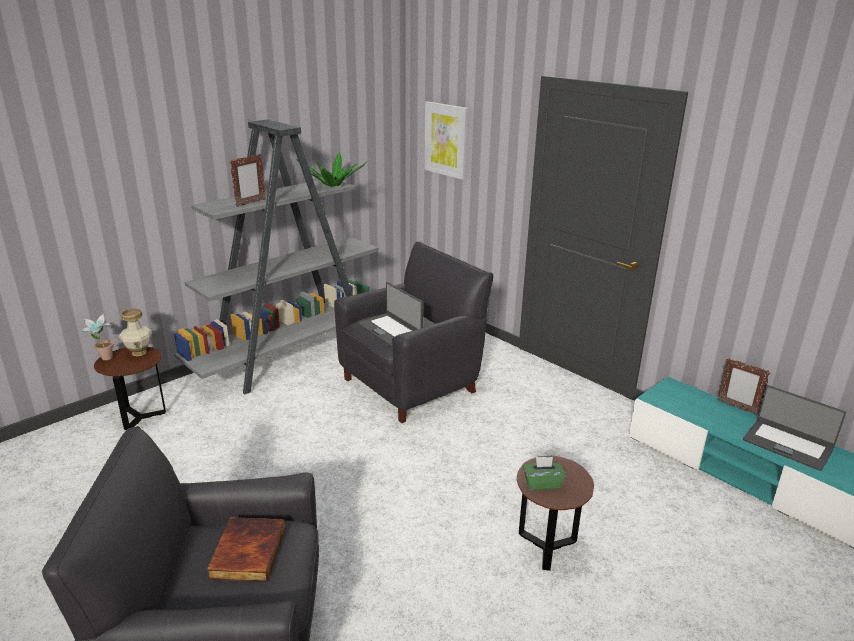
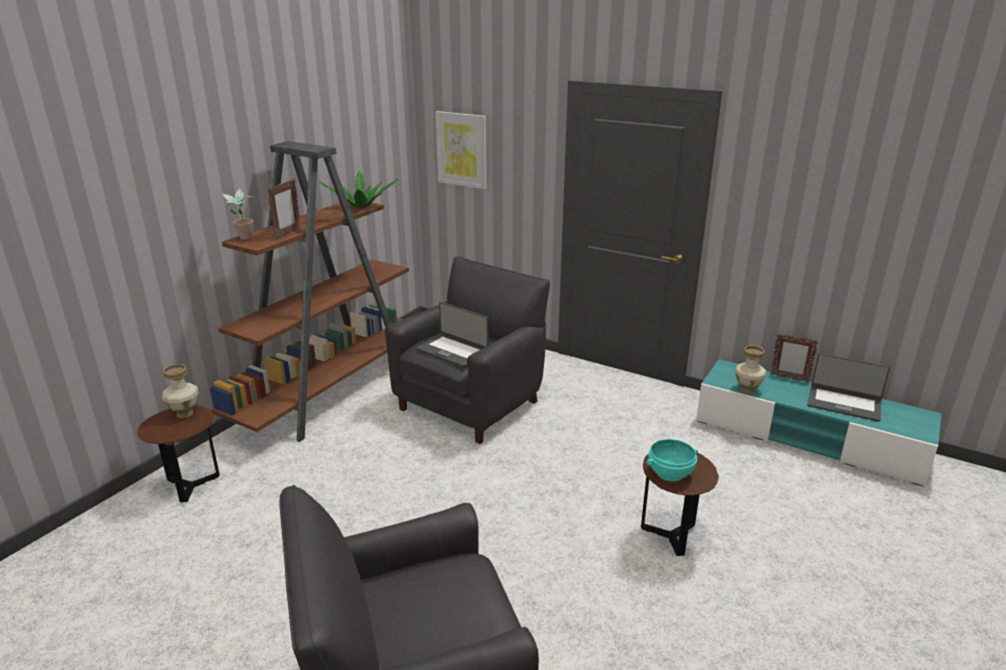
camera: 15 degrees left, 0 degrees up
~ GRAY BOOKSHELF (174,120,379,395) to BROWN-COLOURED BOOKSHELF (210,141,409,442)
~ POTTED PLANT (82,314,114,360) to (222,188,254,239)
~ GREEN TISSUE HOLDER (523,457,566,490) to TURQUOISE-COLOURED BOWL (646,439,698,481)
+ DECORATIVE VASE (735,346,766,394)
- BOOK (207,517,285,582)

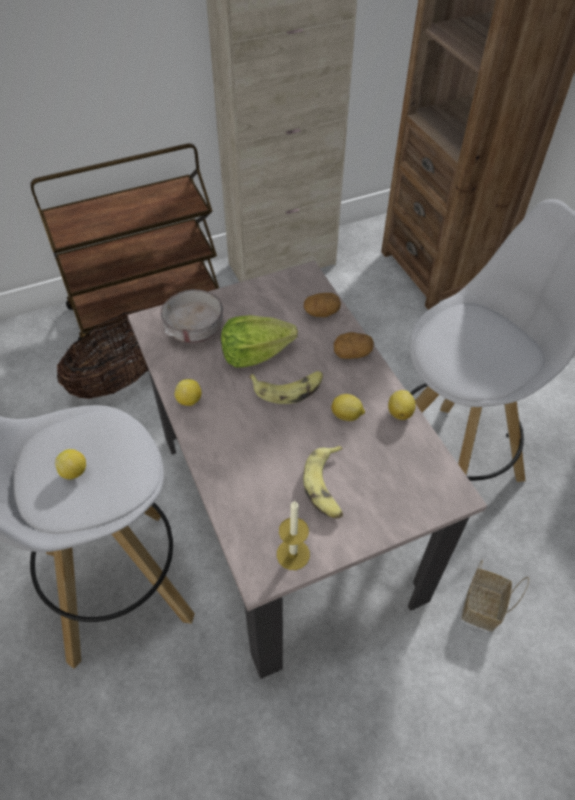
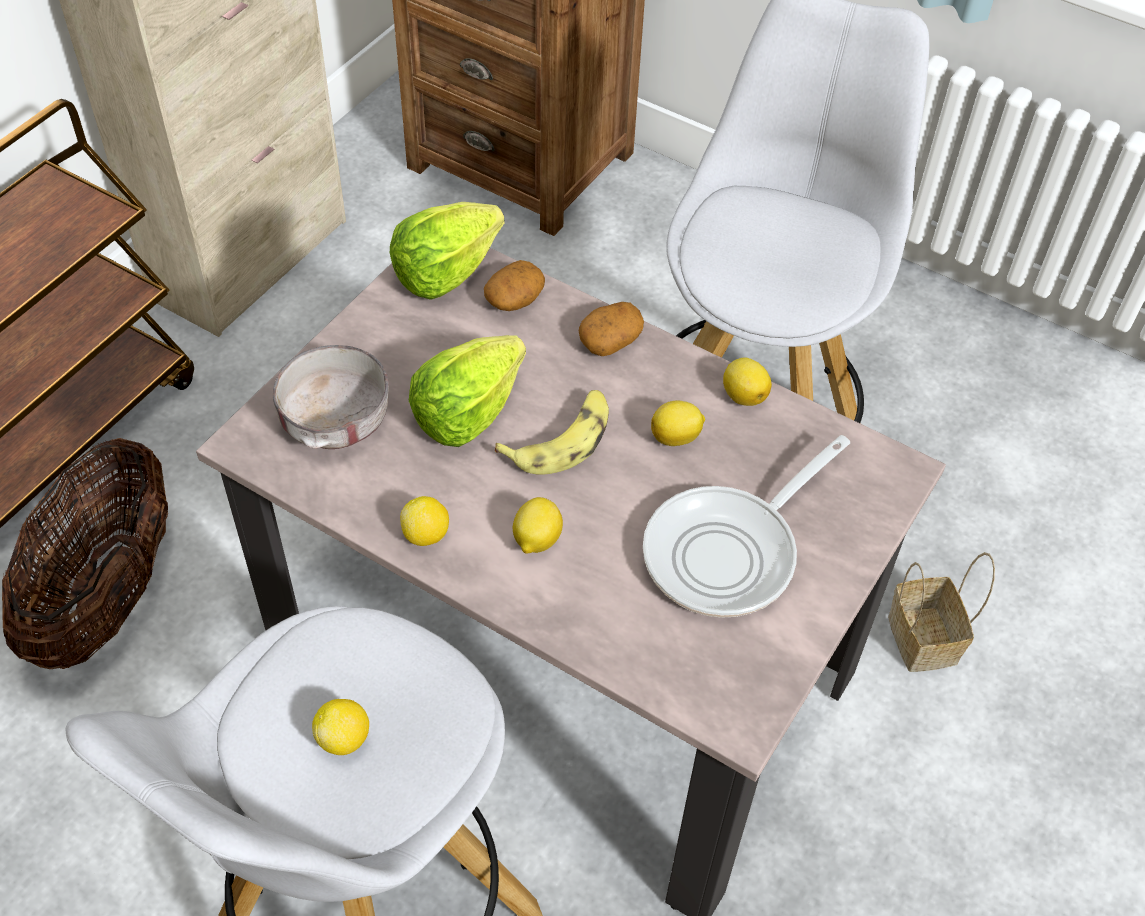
camera: 35 degrees left, 0 degrees up
+ LETTUCE (390,202,504,300)
+ LEMON (513,497,563,554)
~ BANANA (303,446,343,518) to PAN (643,435,850,618)
- CANDLE (277,500,310,570)

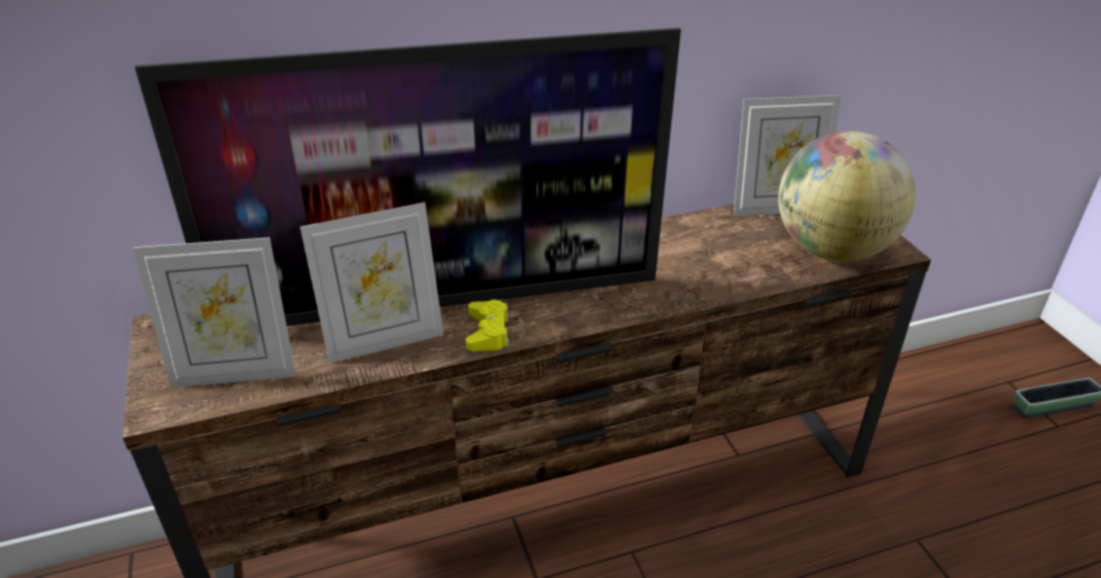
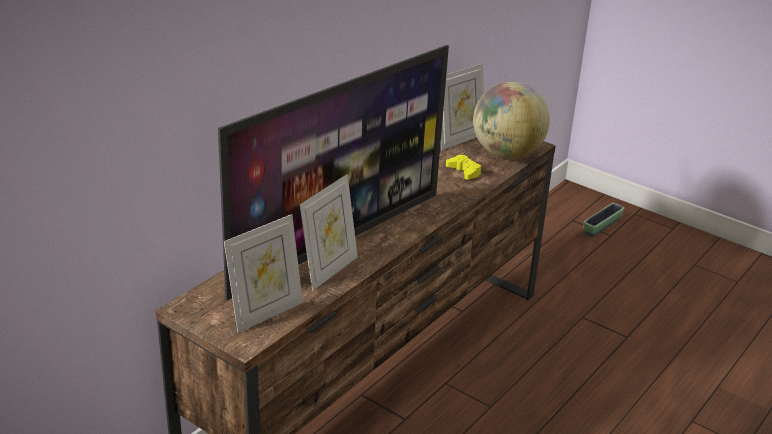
camera: 35 degrees left, 5 degrees down
~ YELLOW GAME CONTROLLER (466,300,509,351) to (446,155,481,180)

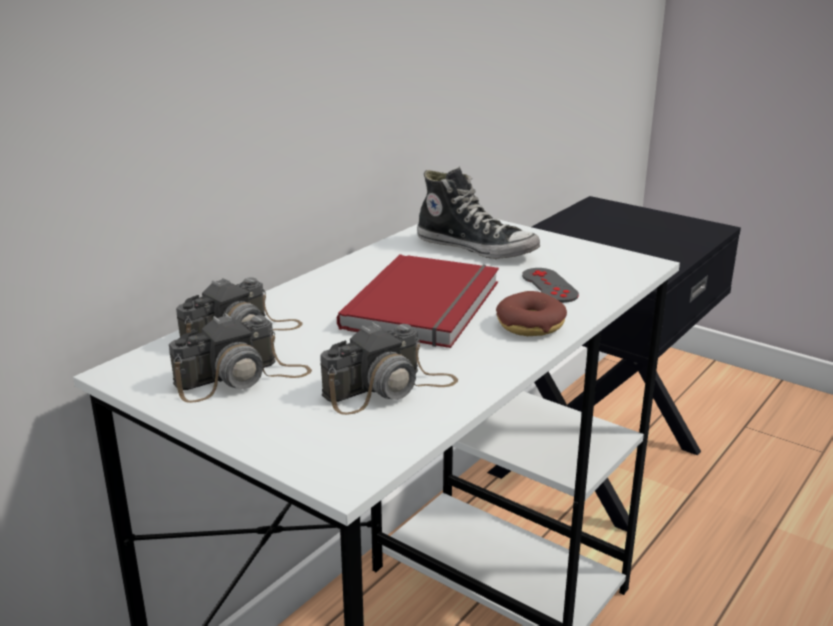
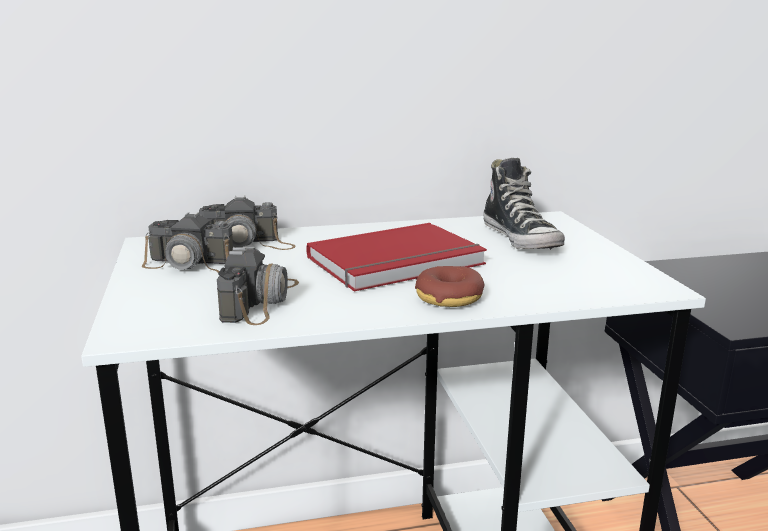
camera: 40 degrees right, 5 degrees down
~ STILL CAMERA (320,323,458,415) = (217,245,299,325) 90 degrees counterclockwise
- GRAY GAME CONTROLLER (522,268,579,303)

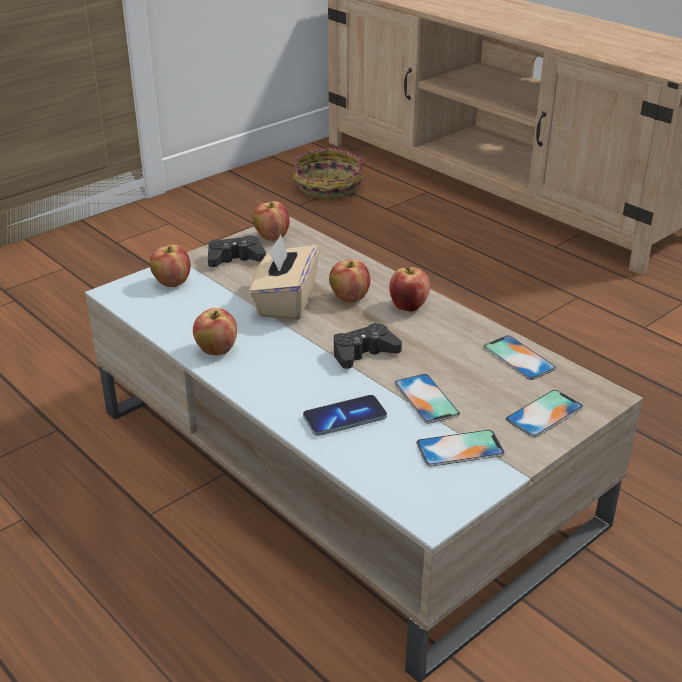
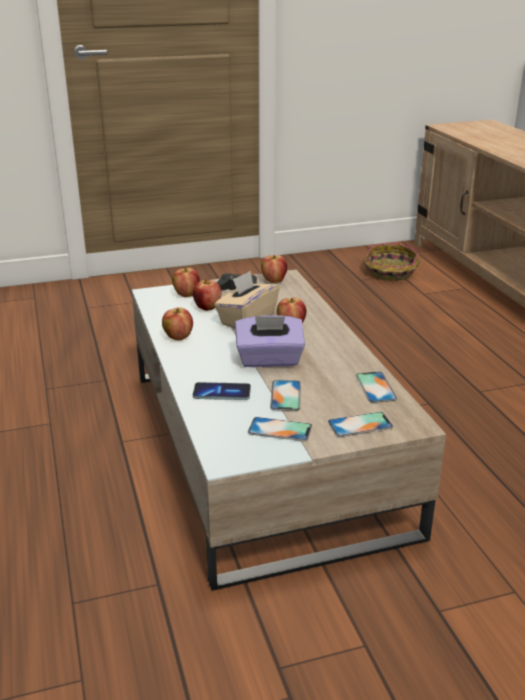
camera: 25 degrees right, 5 degrees down
~ APPLE (389,267,430,312) to (193,280,222,311)
~ BLACKISH GAME CONTROLLER (334,323,402,369) to PURPLE-COLOURED TISSUE HOLDER (235,315,305,367)

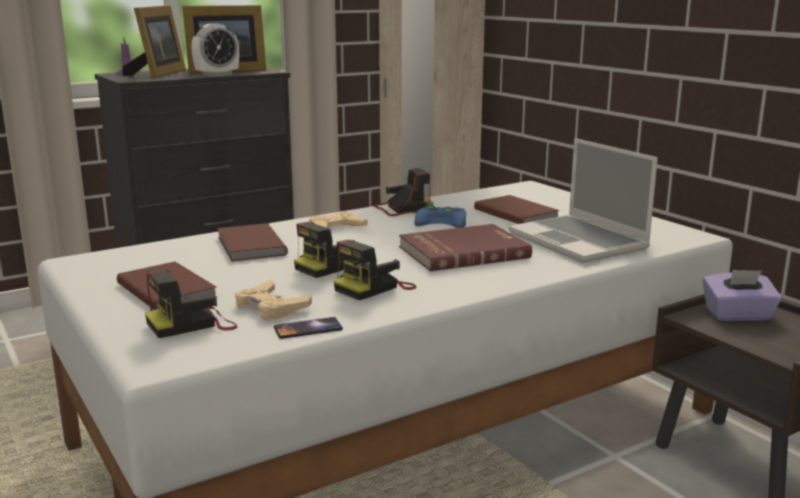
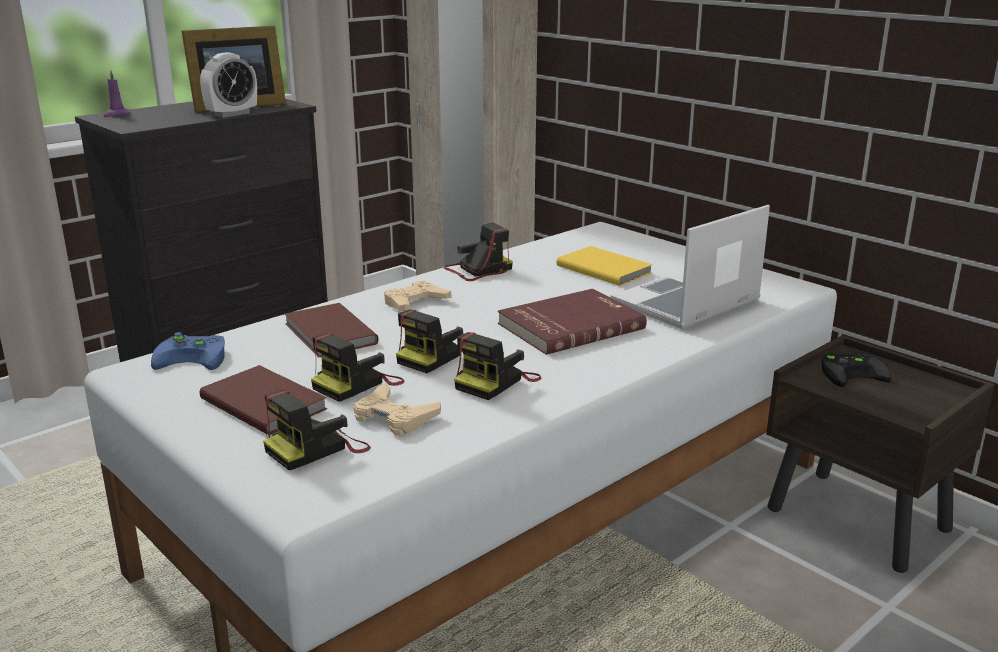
camera: 10 degrees left, 5 degrees up
~ BLUE GAME CONTROLLER (414,203,467,228) to (151,332,225,370)
+ STILL CAMERA (311,333,404,402)
~ BROWN-COLOURED BOOK (474,195,560,224) to YELLOW BOOK (557,246,653,286)
~ LAPTOP (508,138,658,263) = (610,205,770,329) 90 degrees clockwise
~ PURPLE-COLOURED TISSUE HOLDER (703,270,782,321) to BLACKISH GAME CONTROLLER (822,352,891,387)
- STANDING FRAME (122,5,186,79)
- PHONE (274,317,343,339)

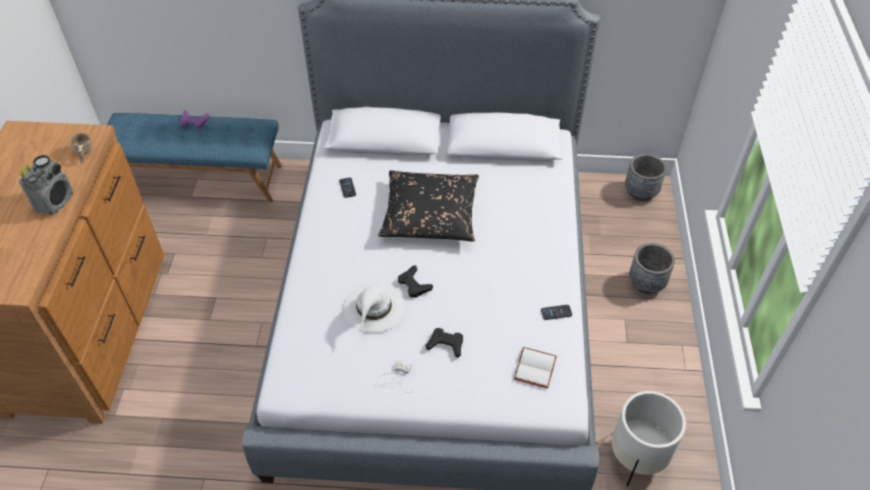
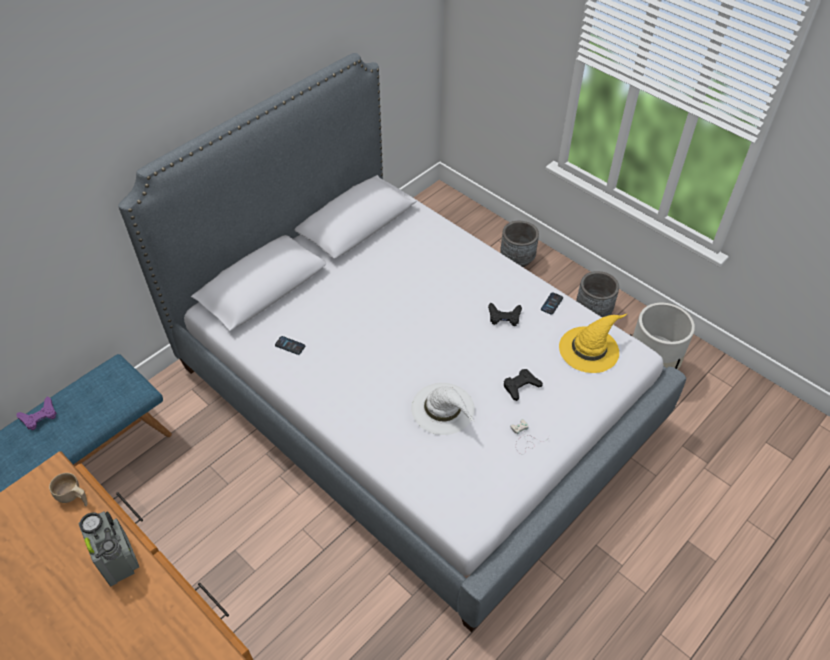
camera: 50 degrees left, 0 degrees up
~ BLACKISH GAME CONTROLLER (398,265,433,298) to (488,303,522,326)
~ WHITISH BOOK (514,347,557,389) to YELLOW WEARABLE HAT (559,313,628,373)
~ GRAY FLOWER POT (625,154,667,201) to (576,271,619,317)
- BLACKISH THROW PILLOW (378,170,479,242)

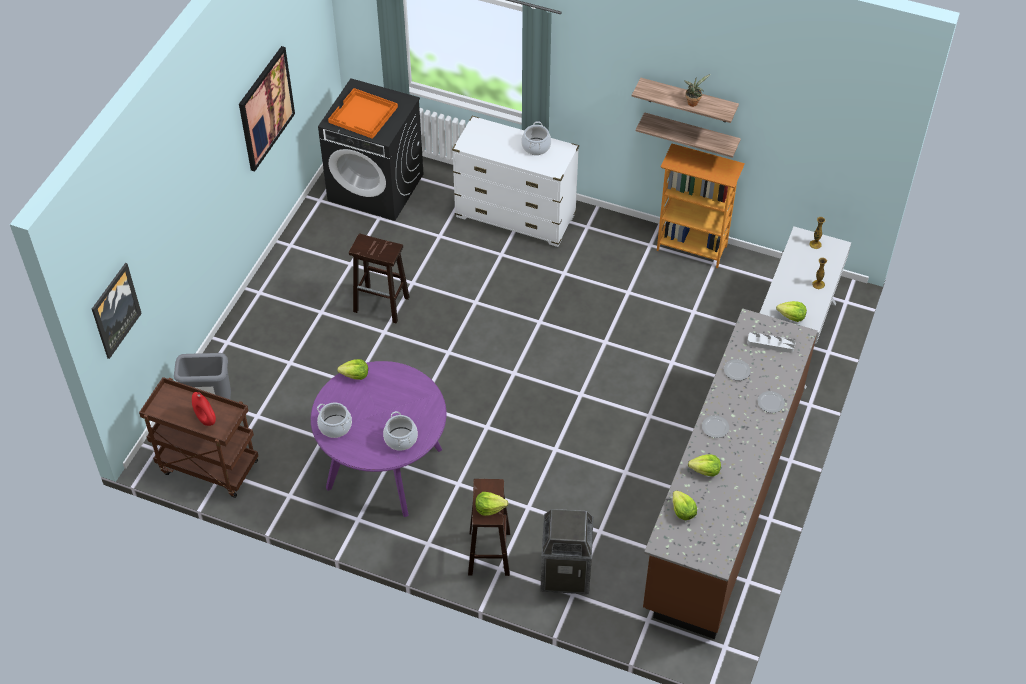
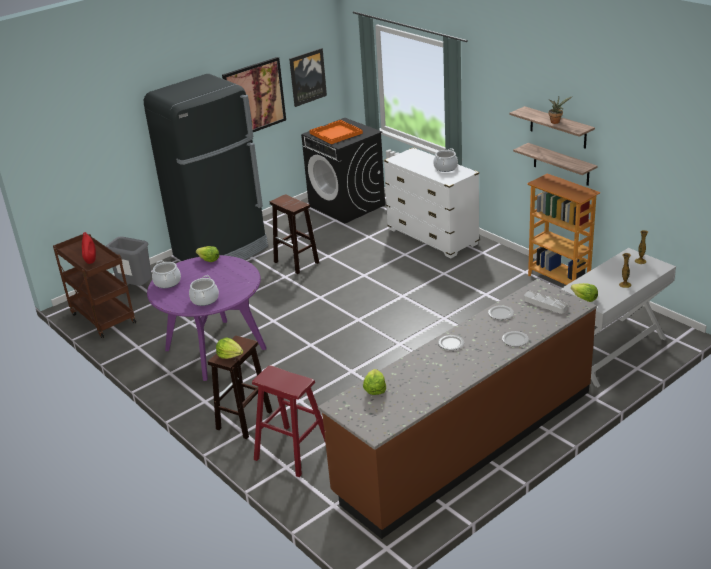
camera: 30 degrees right, 20 degrees down
+ BLACKISH REFRIGERATOR (144,74,268,261)
~ WASTE BIN (540,509,593,594) to RED-COLOURED STOOL SEAT (252,365,325,477)
~ WALL ART (92,263,142,359) to (289,48,327,107)
- LETTUCE (688,455,721,477)

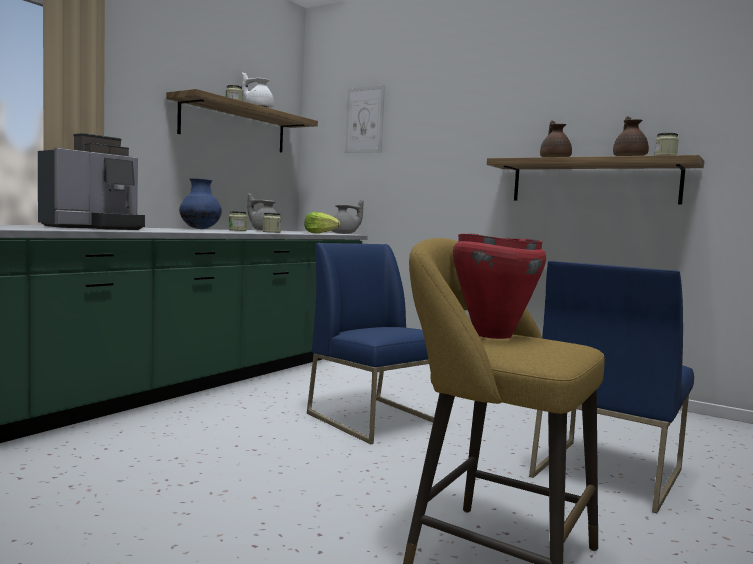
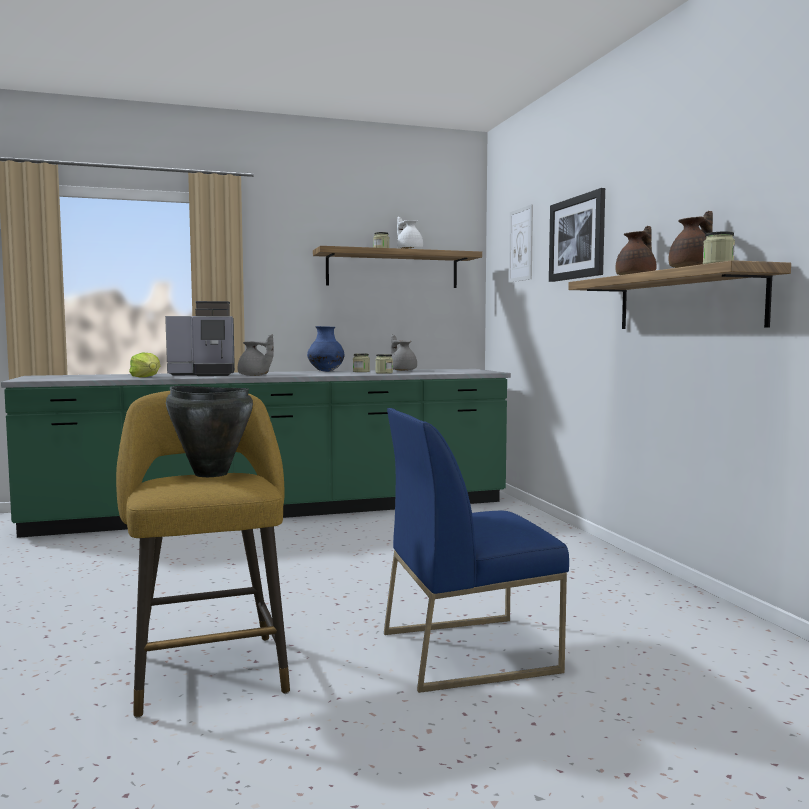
camera: 40 degrees right, 0 degrees up
~ LETTUCE (304,212,340,233) to (129,353,160,378)
~ RED-COLOURED COOKING POT (453,233,546,339) to BLACKISH COOKING POT (166,386,253,477)
~ GRAY TEAPOT (331,200,363,234) to (238,334,274,376)
+ WALL ART (549,188,605,282)
- BLUE CHAIR (307,243,434,444)

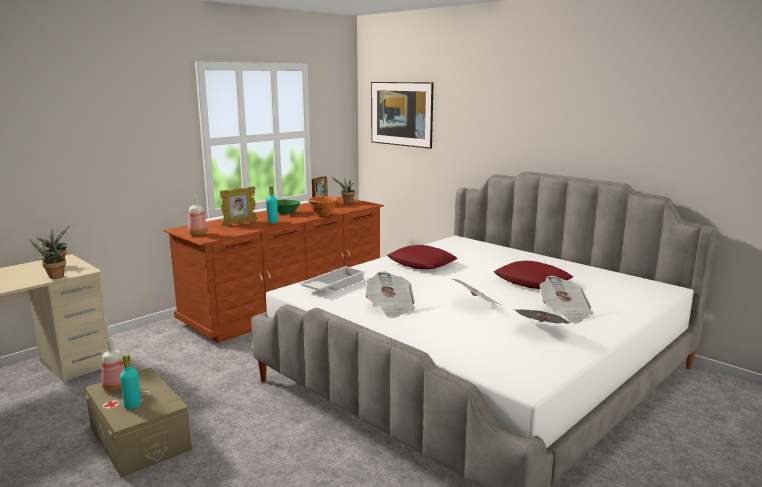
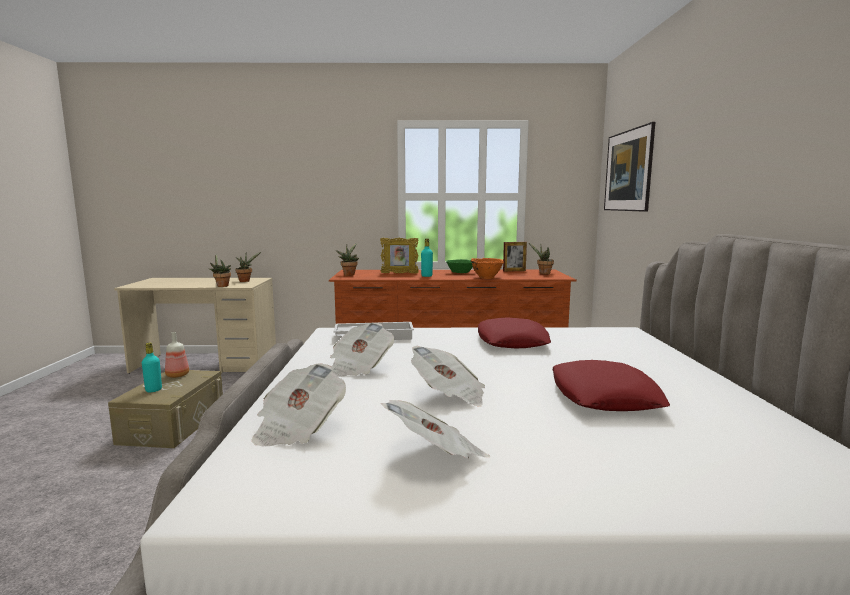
camera: 45 degrees right, 5 degrees down
~ NEWSPAPER (539,276,594,324) to (252,363,346,446)
~ BOTTLE (188,196,208,235) to POTTED PLANT (336,243,359,276)

